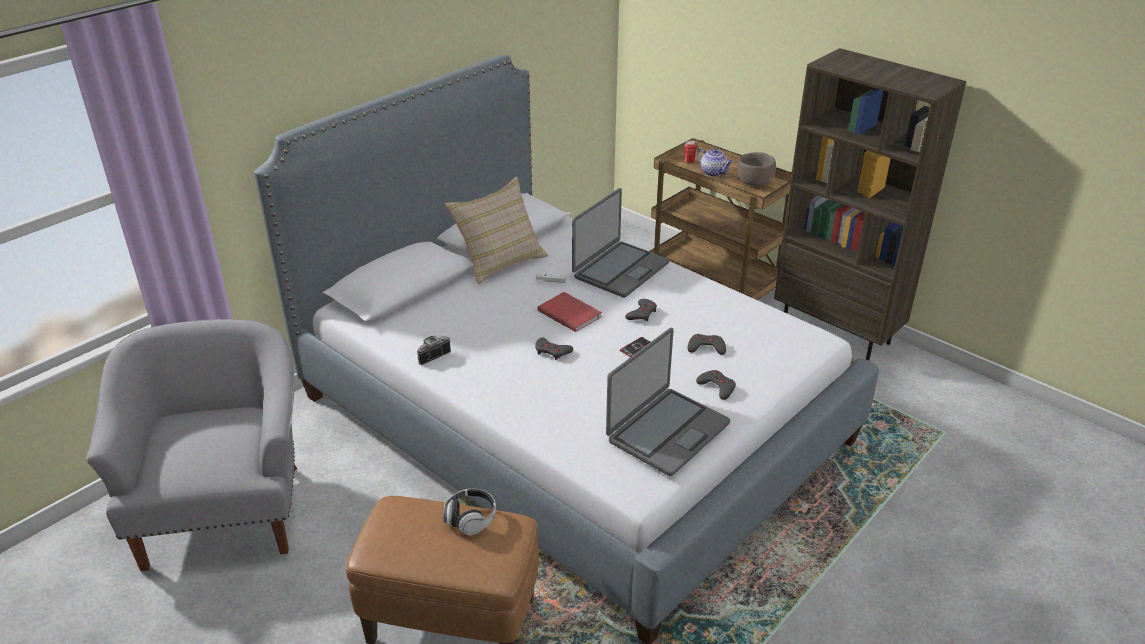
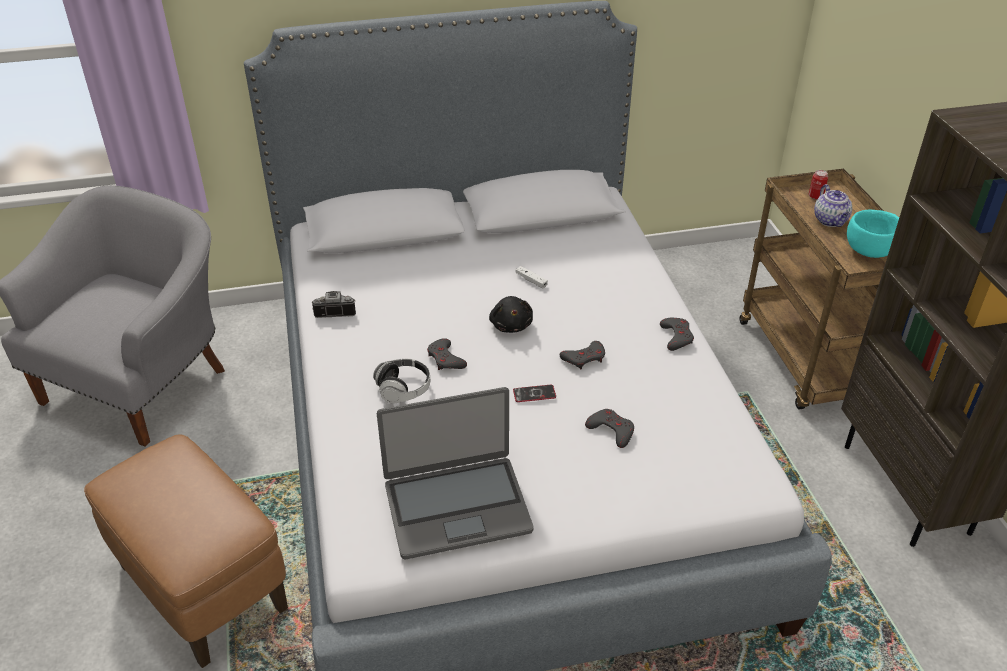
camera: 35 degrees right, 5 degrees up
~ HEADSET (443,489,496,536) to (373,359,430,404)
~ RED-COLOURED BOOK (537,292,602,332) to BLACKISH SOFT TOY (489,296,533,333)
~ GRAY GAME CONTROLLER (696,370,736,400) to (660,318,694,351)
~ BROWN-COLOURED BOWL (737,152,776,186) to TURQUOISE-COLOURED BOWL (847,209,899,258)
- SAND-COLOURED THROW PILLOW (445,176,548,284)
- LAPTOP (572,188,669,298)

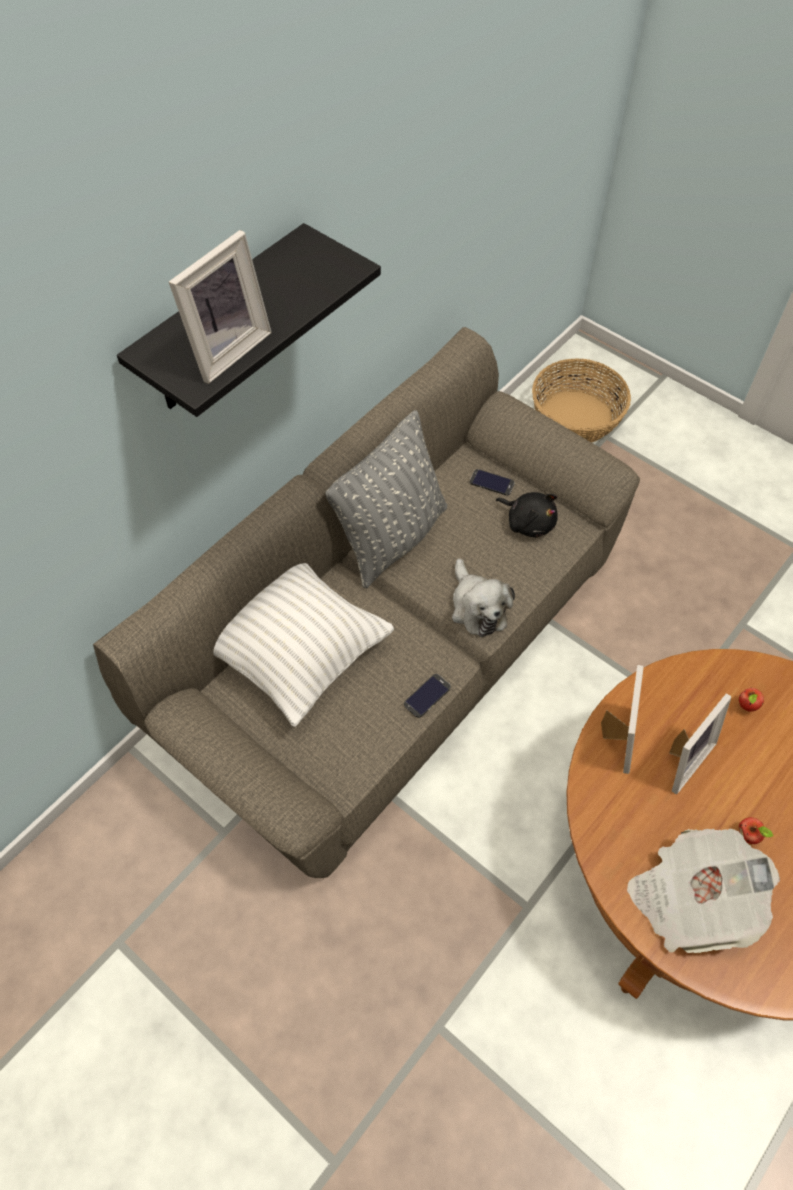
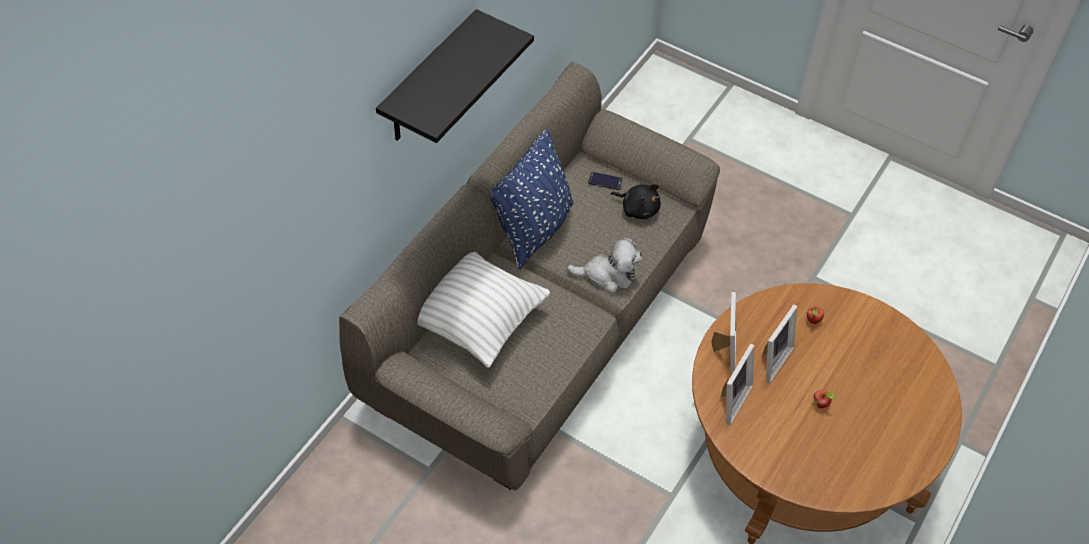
camera: 10 degrees left, 5 degrees down
~ GRAY THROW PILLOW (325,410,447,588) to BLUE THROW PILLOW (490,129,573,269)
~ SOFT TOY (452,558,515,637) = (567,237,642,293) 60 degrees counterclockwise
~ STANDING FRAME (169,230,272,384) to (721,343,754,425)
- PHONE (404,674,451,718)
- STORAGE BASKET (532,358,631,443)
- NEWSPAPER (627,829,780,953)

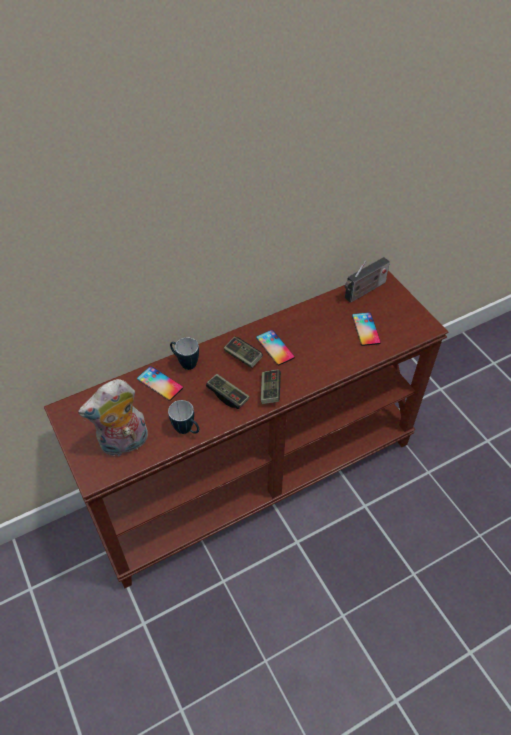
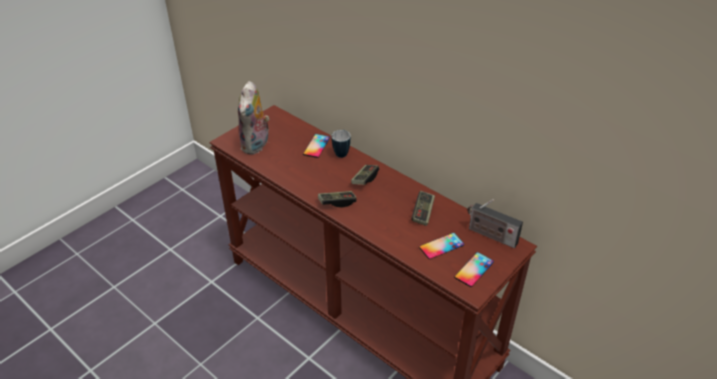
camera: 70 degrees right, 10 degrees down
~ SOFT TOY (78,379,148,456) = (238,81,270,155) 120 degrees counterclockwise
~ GAME CONTROLLER (206,374,249,409) to (411,191,435,226)
~ PHONE (256,330,295,366) to (454,252,494,287)
- COFFEE MUG (168,400,199,434)

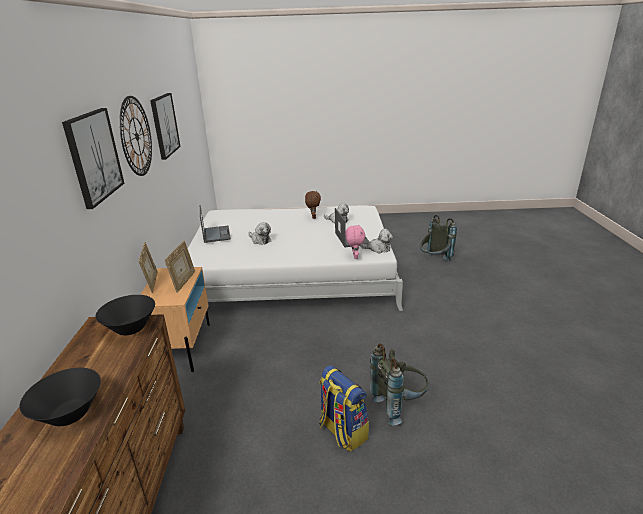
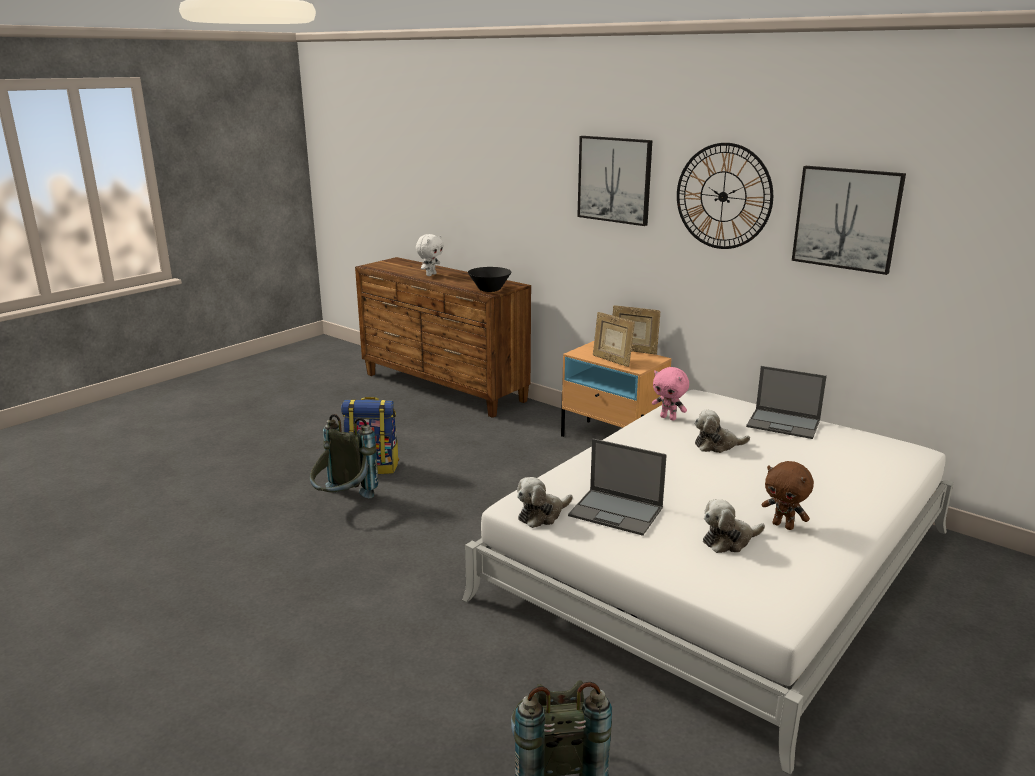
camera: 130 degrees right, 5 degrees down
~ BLACKISH BOWL (19,368,101,426) to WHITISH SOFT TOY (416,234,444,276)
~ PINK SOFT TOY (345,224,365,259) to (652,367,689,421)

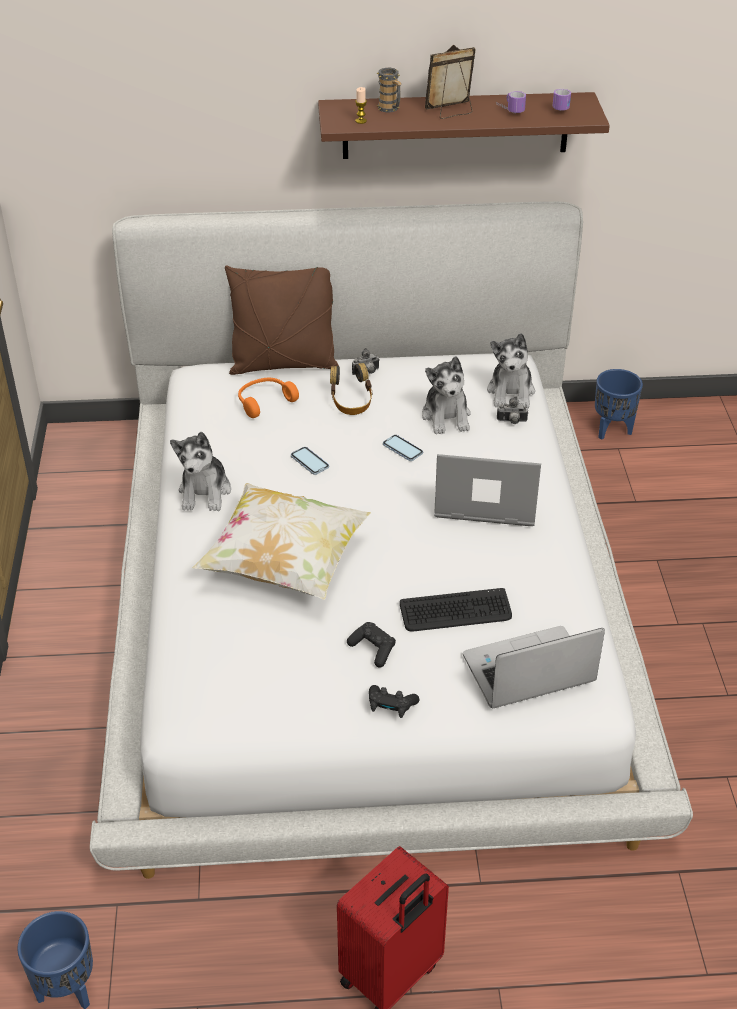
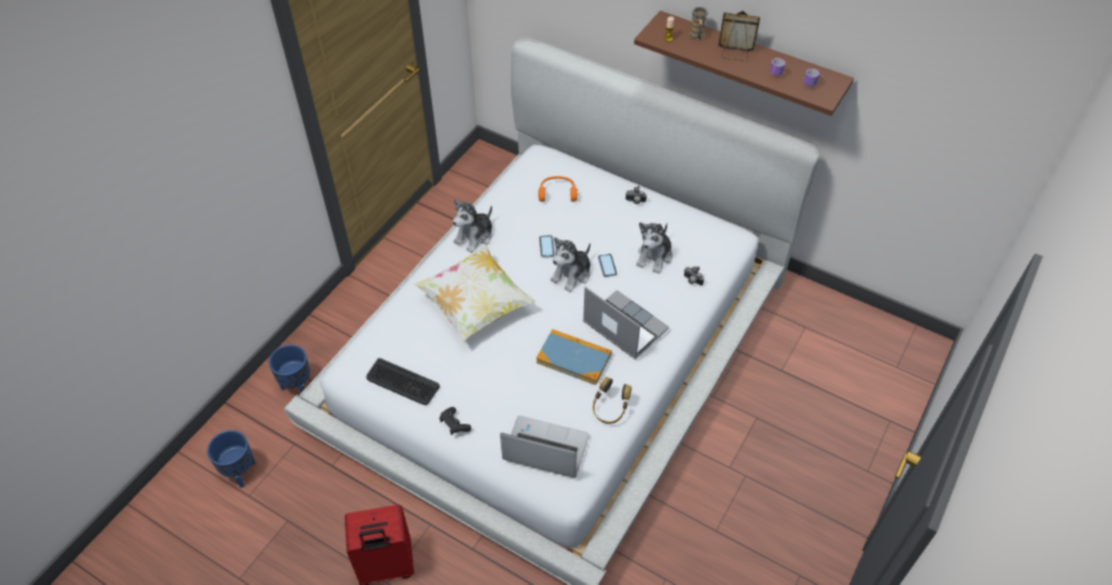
camera: 35 degrees right, 10 degrees up
~ BLUE FLOWER POT (595,369,643,440) to (269,345,310,393)
~ COMPUTER KEYBOARD (400,588,512,631) to (366,358,440,405)
+ BOOK (536,329,612,385)
~ SOFT TOY (487,333,535,408) to (550,237,591,292)
~ HEADSET (330,363,373,415) to (593,377,631,424)
- BROWN-COLOURED THROW PILLOW (225,266,339,375)
- BLACKISH GAME CONTROLLER (347,622,396,668)

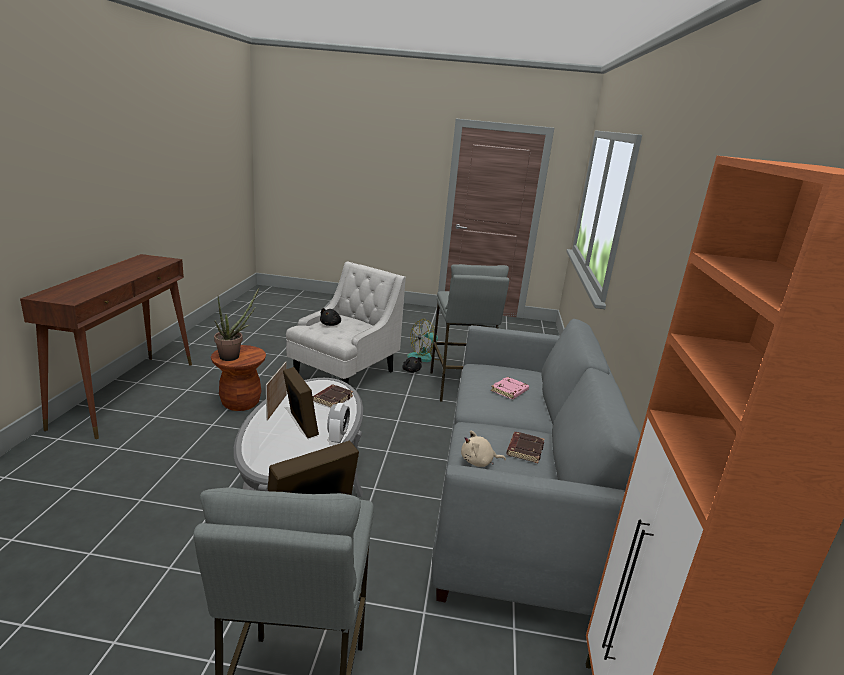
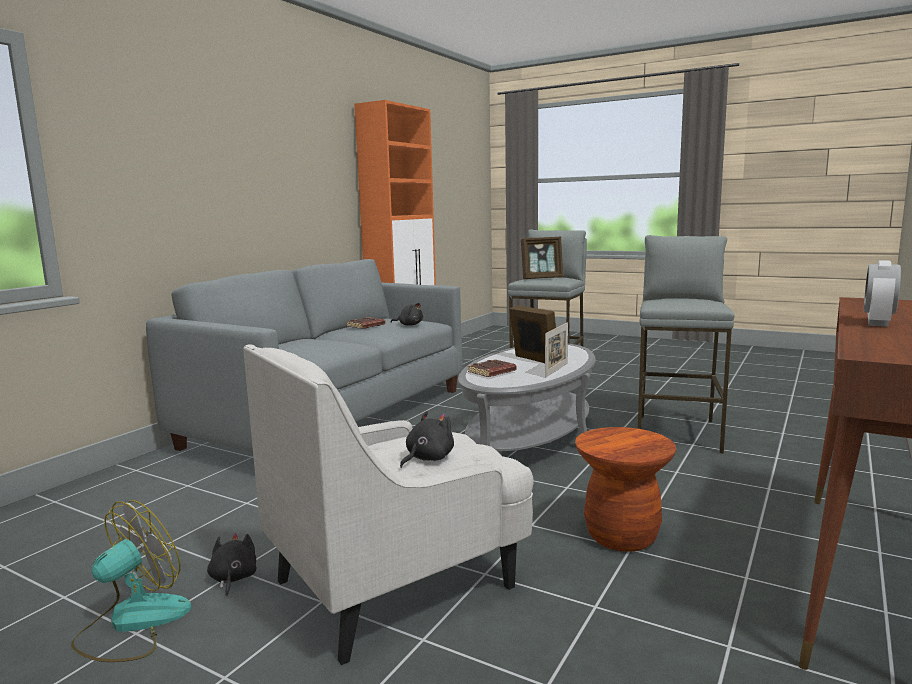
camera: 155 degrees left, 10 degrees down
~ ELECTRIC FAN (407,319,444,362) = (71,500,191,662) 45 degrees counterclockwise
~ SAND-COLOURED SOFT TOY (461,430,506,467) to BLACKISH SOFT TOY (391,303,423,326)
~ STANDING FRAME (283,367,319,438) = (509,305,556,363) 150 degrees clockwise
~ GRAY STOOL SEAT (430,264,509,402) to (638,235,735,454)
~ ALARM CLOCK (327,403,350,443) to (864,260,901,327)
- POTTED PLANT (214,287,260,361)
- PINK BOOK (491,377,529,399)

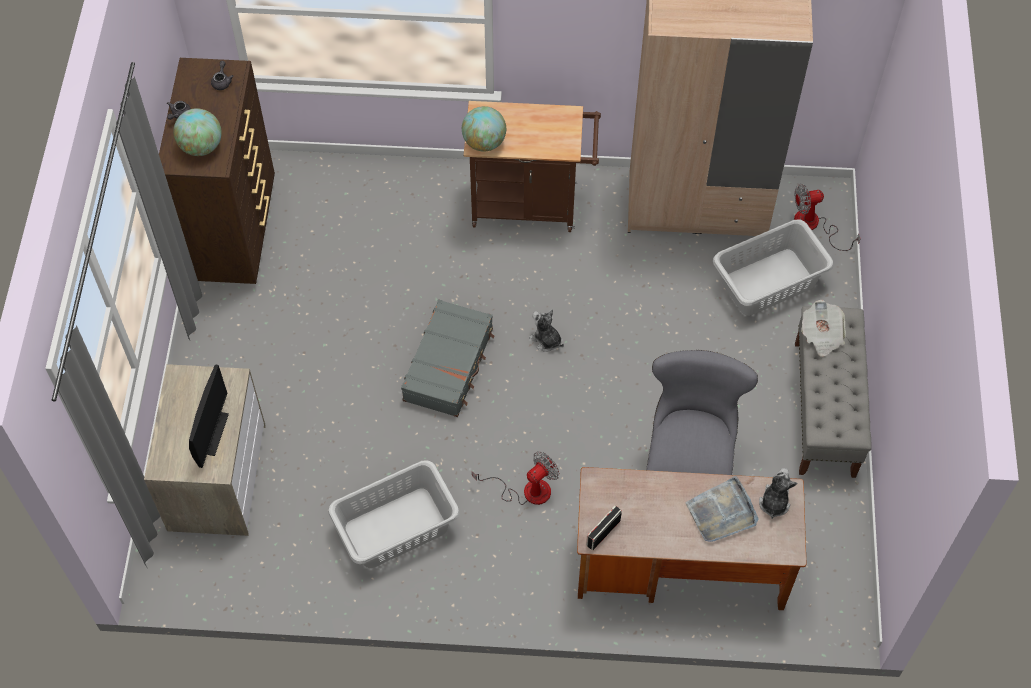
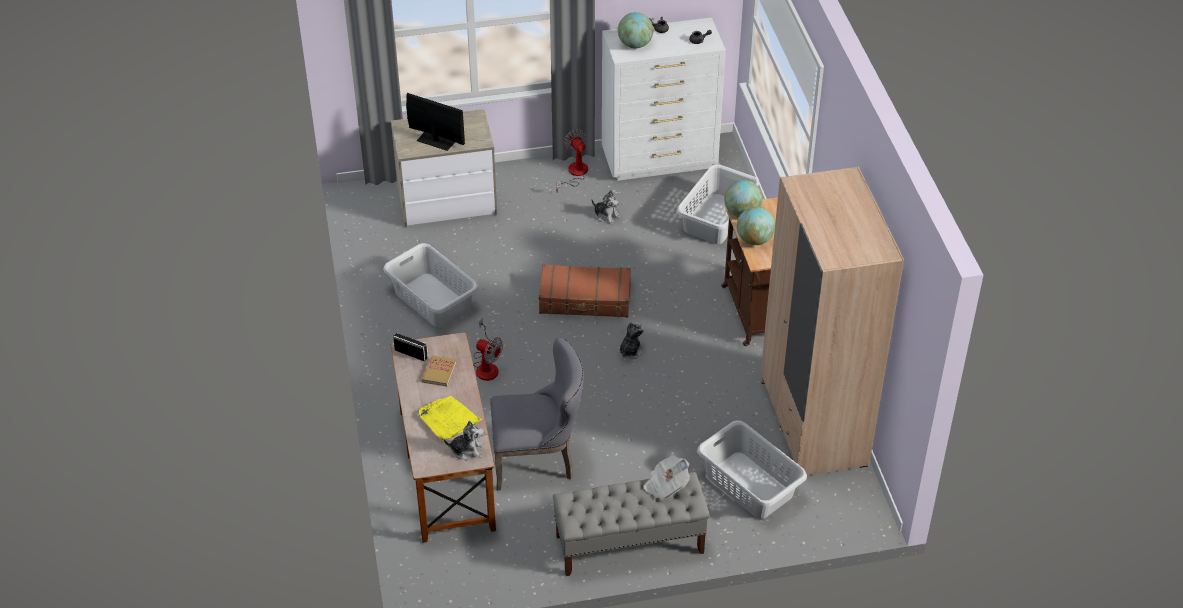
camera: 75 degrees right, 15 degrees down
~ COMPUTER SCREEN (189,365,229,468) = (406,93,465,151) 150 degrees counterclockwise
~ GRAY SERVING TRAY (686,476,759,542) to YELLOW SERVING TRAY (418,396,482,439)
+ BOOK (422,355,456,386)
~ GRAY TRAVEL CASE (401,299,494,417) to BROWN-COLOURED TRAVEL CASE (539,264,631,318)
~ ELECTRIC FAN (794,184,861,251) to (556,129,588,192)
+ SOFT TOY (592,190,620,224)
~ BROWN-COLOURED CHEST OF DRAWERS (159,58,275,284) to WHITISH CHEST OF DRAWERS (602,18,726,181)
+ GRAY LAUNDRY BASKET (676,164,759,244)
+ DESK GLOBE (737,207,775,245)

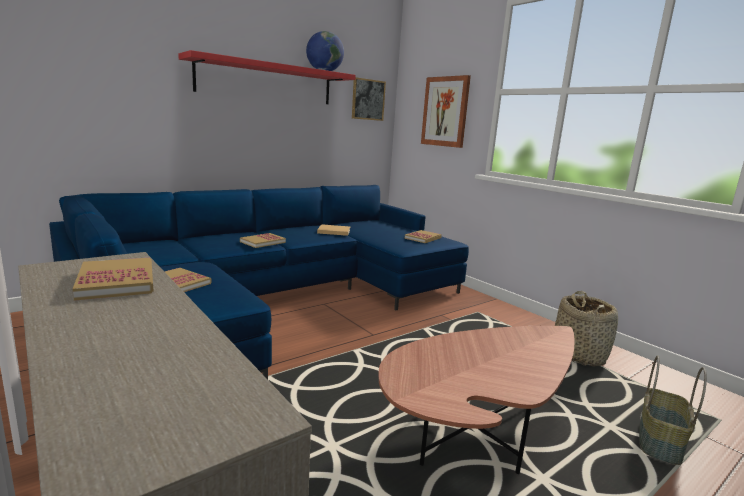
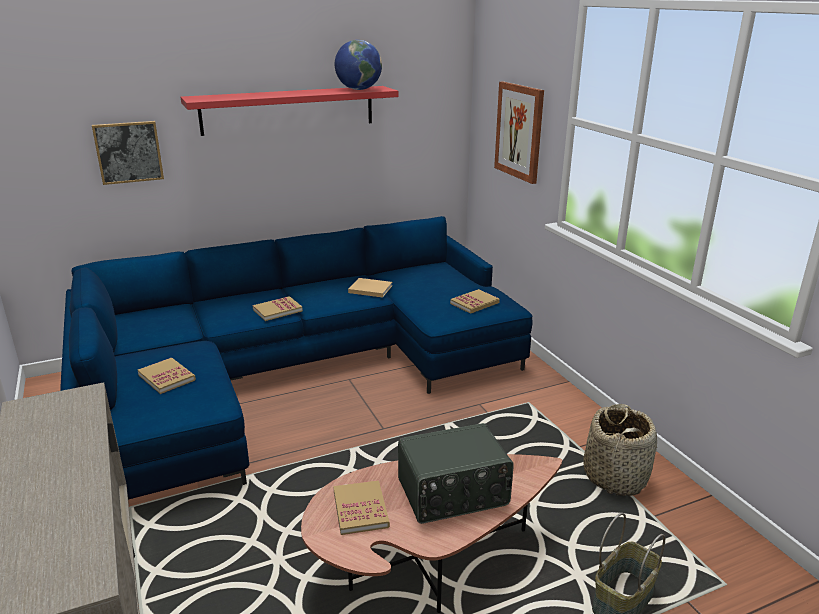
camera: 15 degrees right, 10 degrees up
~ WALL ART (352,77,386,121) to (92,121,164,185)
~ BOOK (73,258,154,301) to (333,480,390,535)
+ RADIO SET (398,423,514,524)

